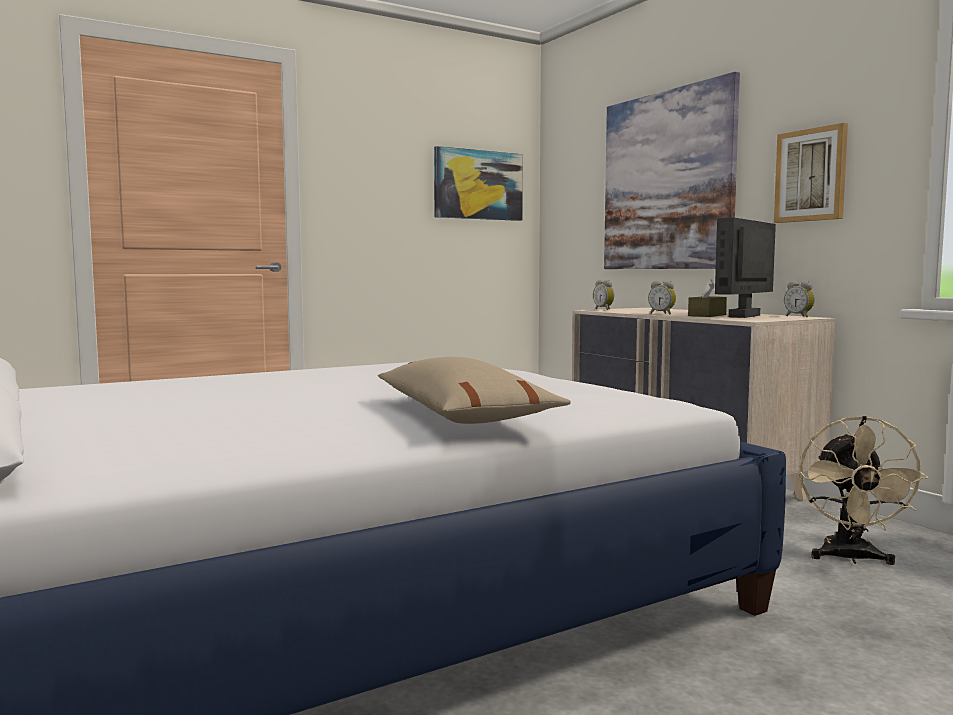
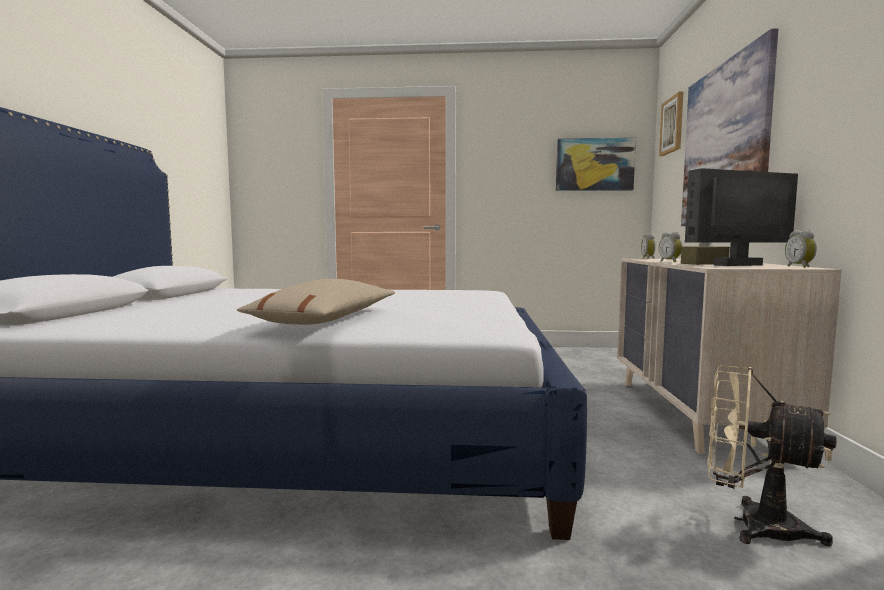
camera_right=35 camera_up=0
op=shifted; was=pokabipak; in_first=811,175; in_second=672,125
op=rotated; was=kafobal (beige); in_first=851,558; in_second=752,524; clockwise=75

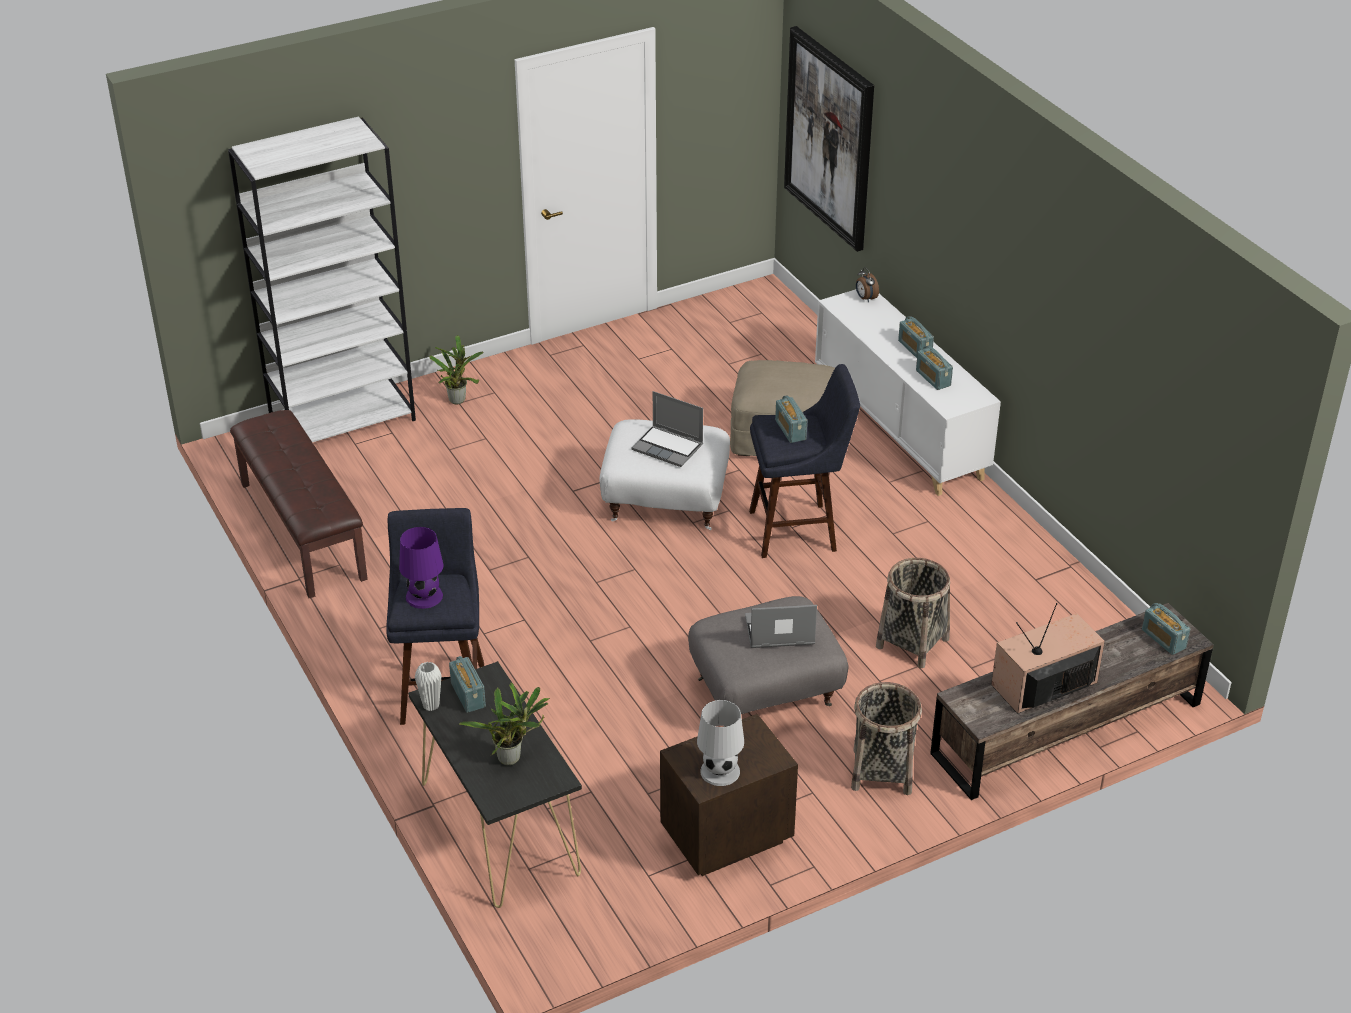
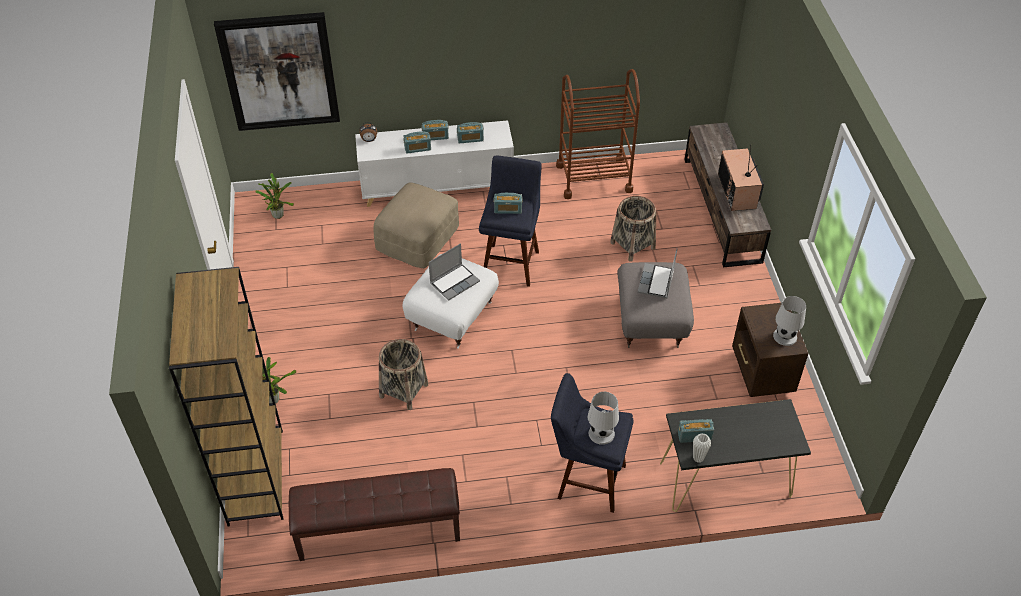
camera_right=-70 camera_up=10
op=repainted; was=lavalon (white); now=lavalon (brown); in_first=343,420; in_second=255,476
op=shifted; was=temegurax; in_first=512,758; in_second=278,214
op=shifted; was=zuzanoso; in_first=881,771; in_second=403,390
op=shifted; was=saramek; in_first=1163,639; in_second=417,148
op=new; now=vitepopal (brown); in_second=594,178
op=repainted; was=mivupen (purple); now=mivupen (white); in_first=424,596; in_second=601,433

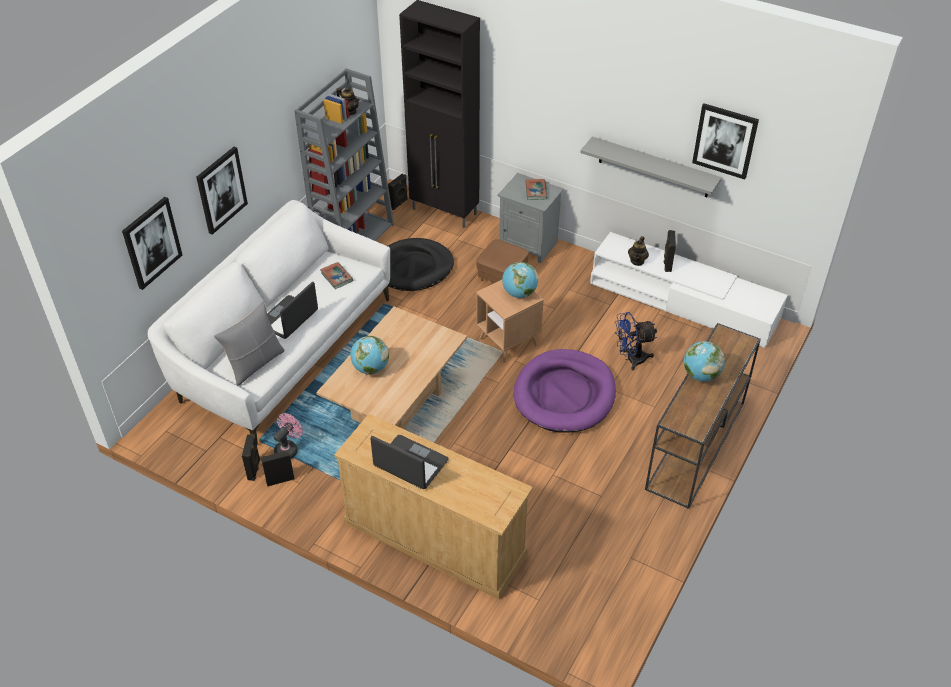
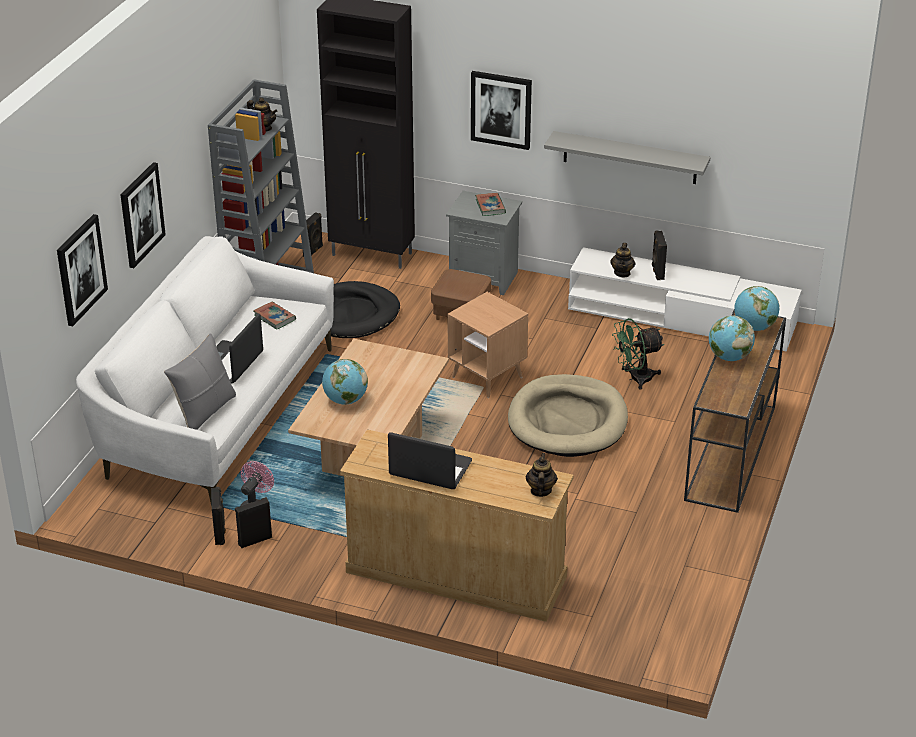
camera_right=-10 camera_up=-10
op=shifted; was=pokabipak; in_first=725,140; in_second=501,109
op=repainted; was=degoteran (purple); now=degoteran (beige); in_first=564,394; in_second=567,421
op=new; now=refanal; in_second=540,490
op=repainted; was=kafobal (blue); now=kafobal (green); in_first=631,359; in_second=635,379
op=shifted; was=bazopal; in_first=519,293; in_second=754,327

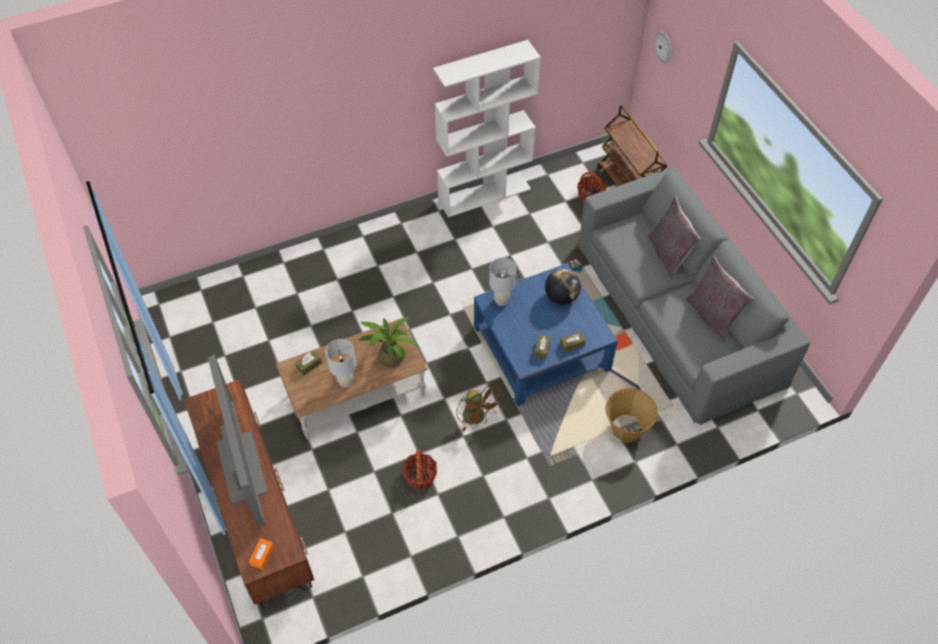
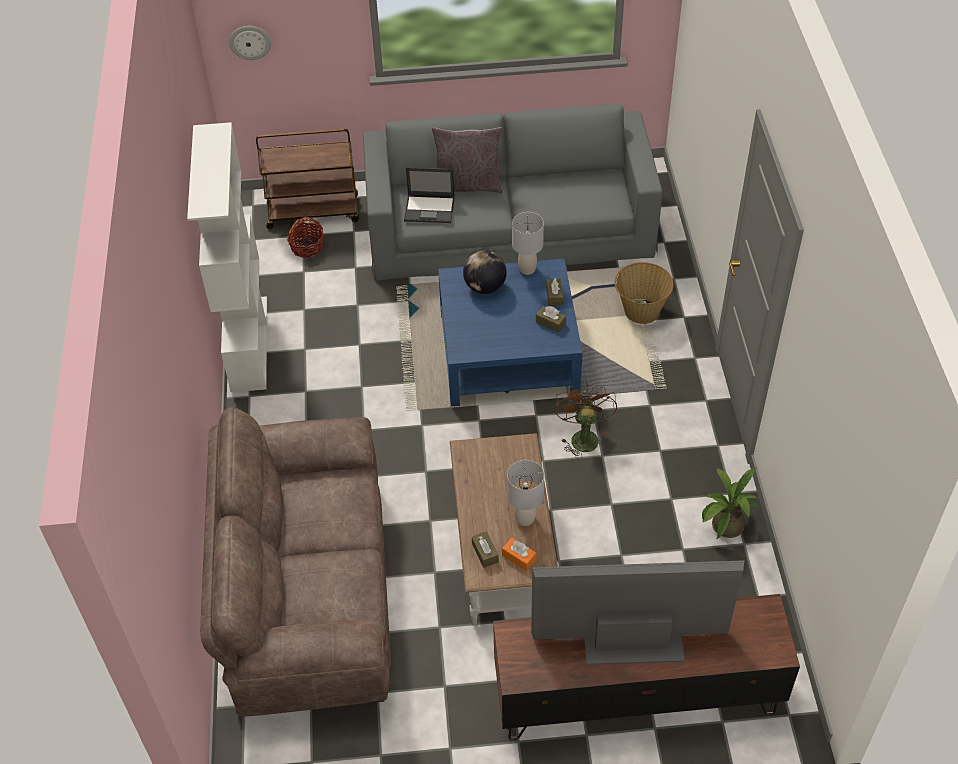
camera_right=-70 camera_up=-5
op=new; now=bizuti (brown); in_second=308,593
op=new; now=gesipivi; in_second=430,209
op=shifted; was=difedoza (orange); in_first=262,556; in_second=519,557
op=shifted; was=mivupen (grey); in_first=501,300; in_second=527,269
op=rotated; was=kafobal (brown); in_first=477,418; in_second=583,436; clockwise=-75
op=shifted; was=temegurax; in_first=389,356; in_second=723,527
op=gone; was=zuzanoso; in_first=420,475
op=gone; was=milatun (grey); in_first=712,315

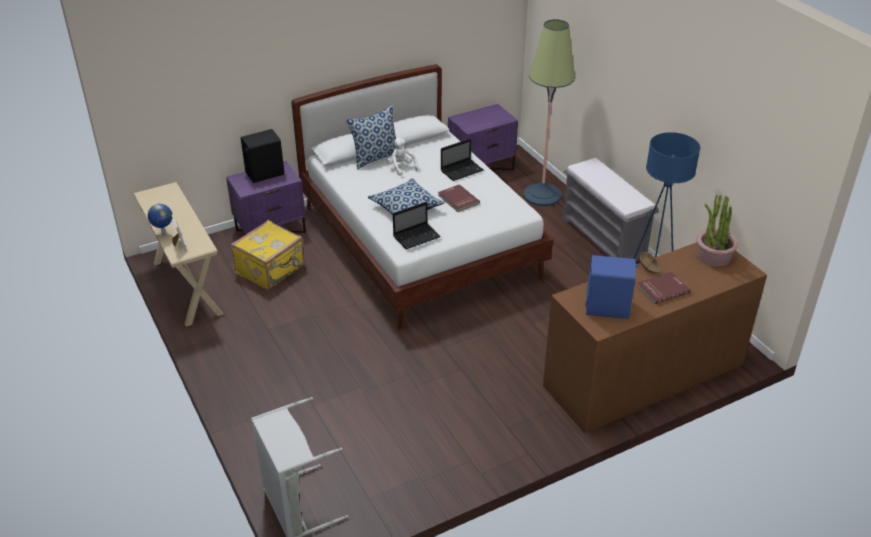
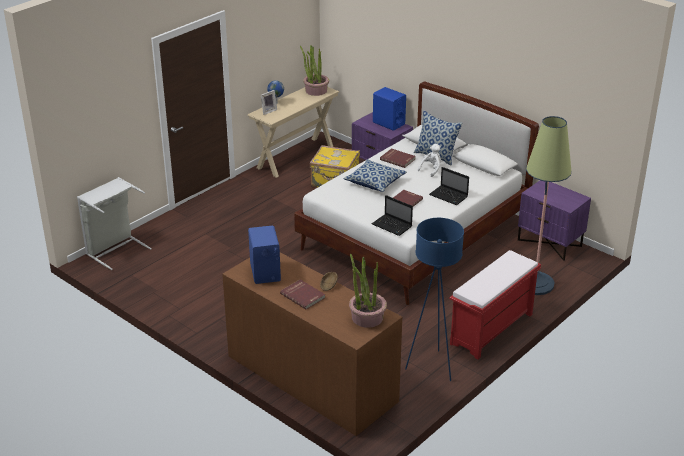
camera_right=70 camera_up=-5
op=new; now=temegurax; in_second=316,91
op=shifted; was=gesipivi; in_first=417,236; in_second=392,226
op=repainted; was=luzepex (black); now=luzepex (blue); in_first=264,173; in_second=388,123
op=new; now=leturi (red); in_second=398,159
op=repainted; was=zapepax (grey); now=zapepax (red); in_first=604,239; in_second=491,330

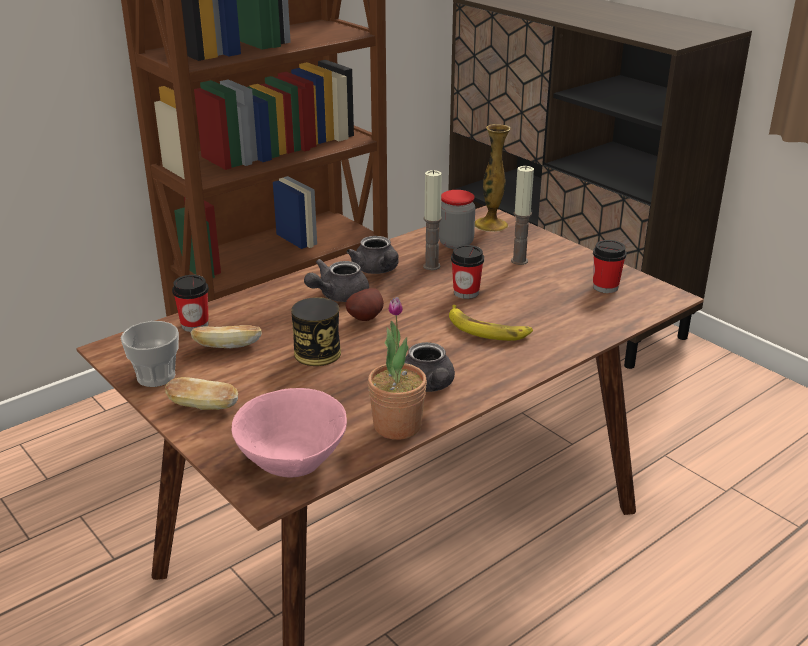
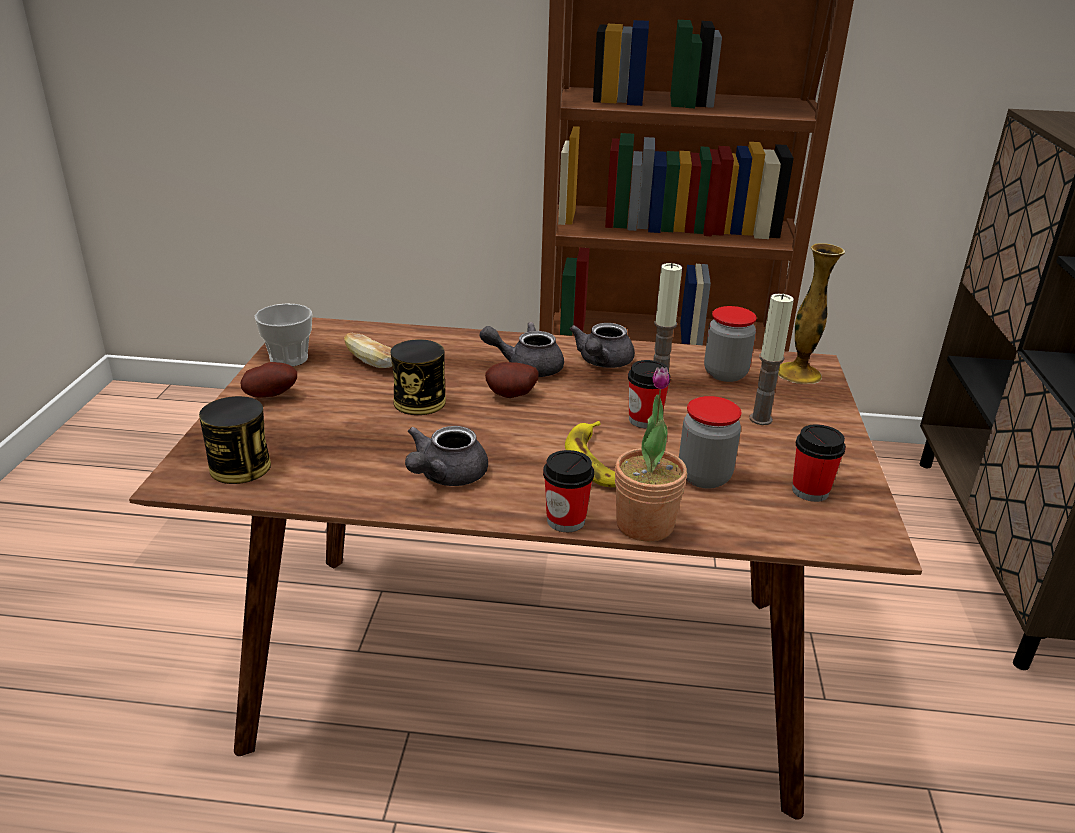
camera_right=45 camera_up=0
op=swapped; was=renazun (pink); now=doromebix; in_first=290,460; in_second=240,467
op=swapped; was=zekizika; now=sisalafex; in_first=203,406; in_second=271,395
op=shifted; was=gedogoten; in_first=195,325; in_second=566,520
op=shifted; was=temegurax; in_first=397,426; in_second=644,525
op=new; now=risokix; in_second=704,477

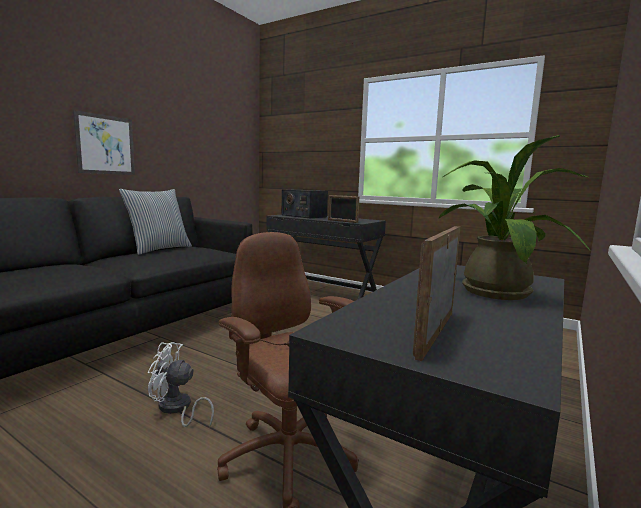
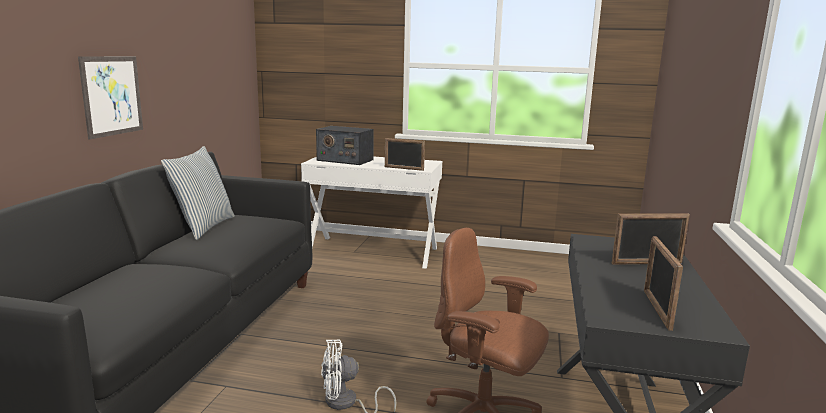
camera_right=-20 camera_up=5
op=repainted; was=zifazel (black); now=zifazel (white); in_first=323,295; in_second=373,251
op=swapped; was=temegurax; now=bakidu; in_first=493,290; in_second=647,263

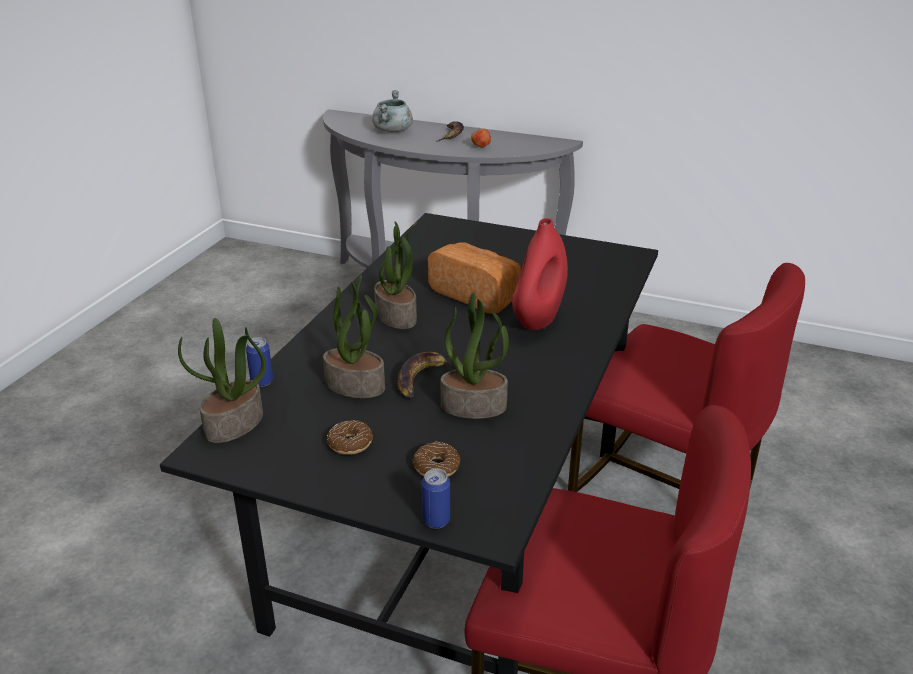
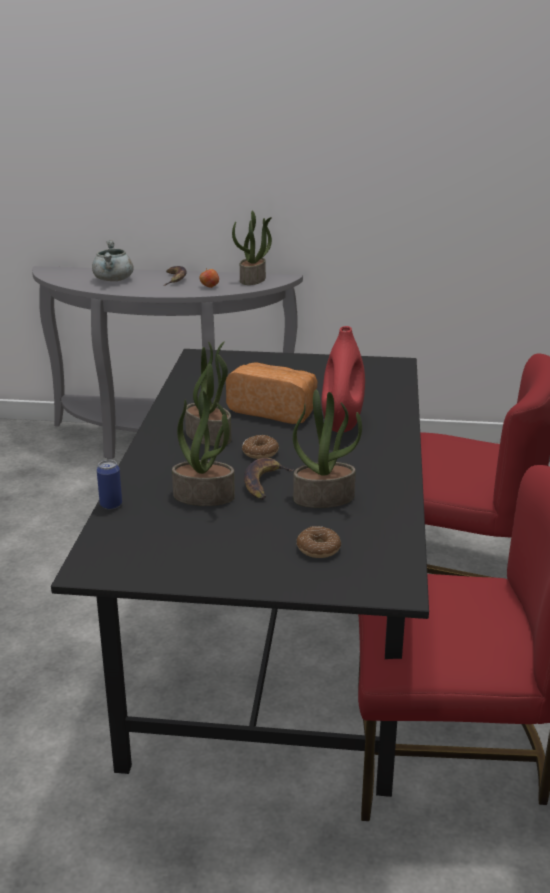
camera_right=-15 camera_up=-5
op=shifted; was=temegurax; in_first=234,425; in_second=253,280
op=shifted; was=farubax; in_first=350,444; in_second=260,453
op=gone; was=doromebix; in_first=436,520

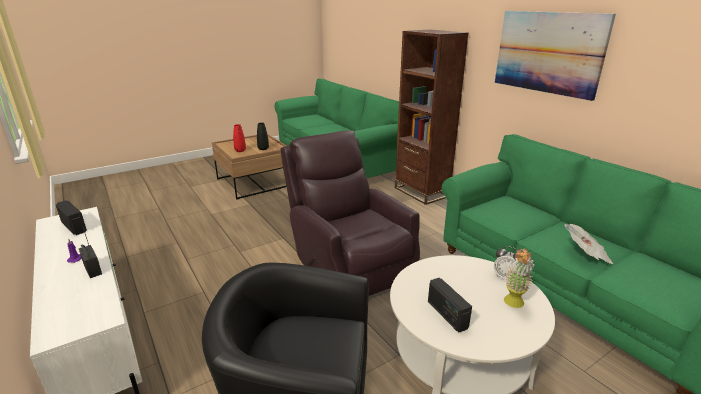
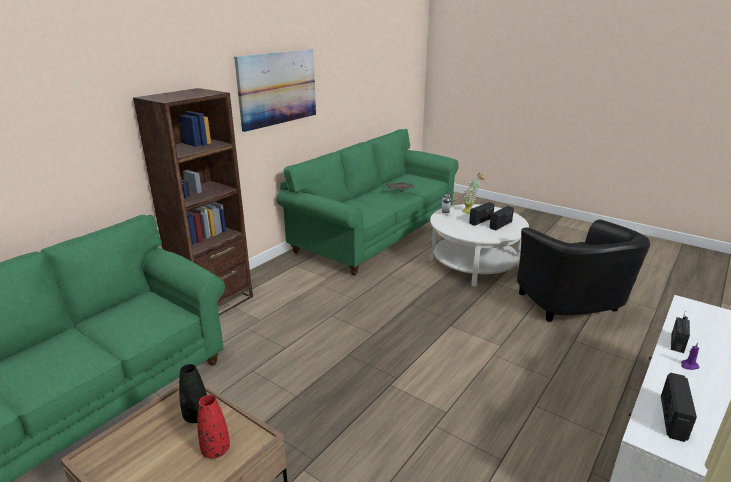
camera_right=-110 camera_up=0
op=new; now=saramek; in_second=481,221
op=gone; was=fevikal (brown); in_first=348,263

